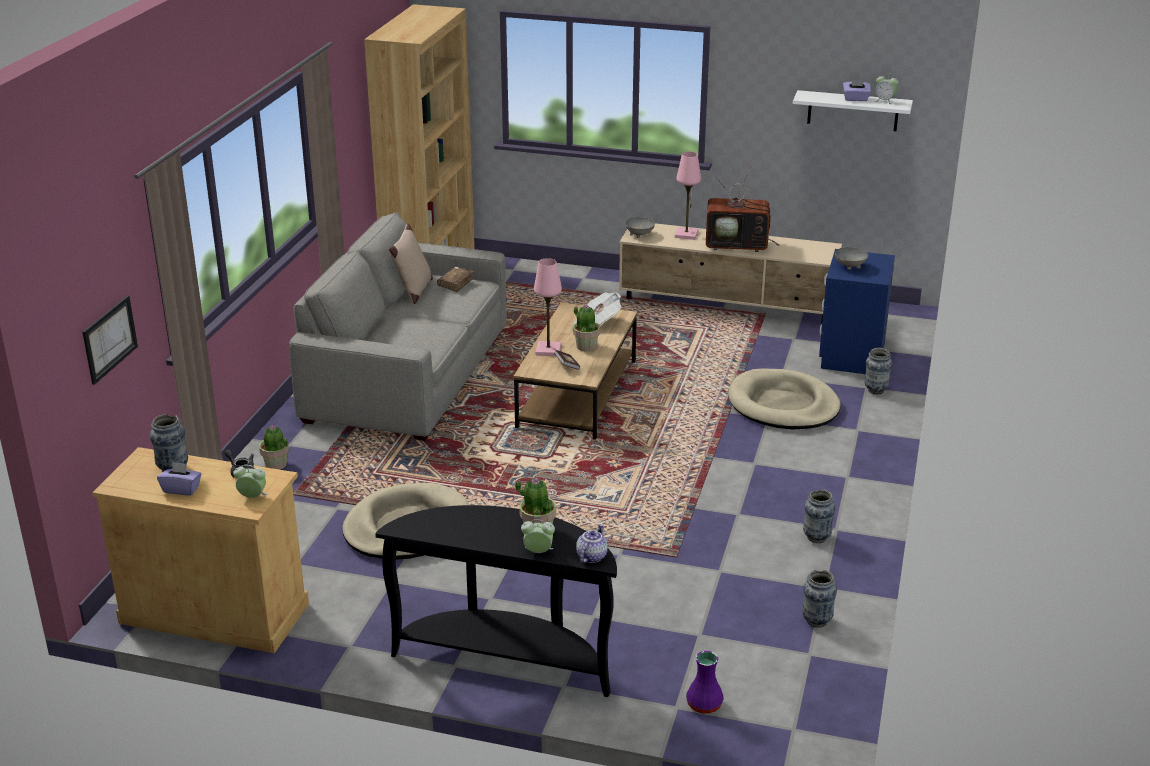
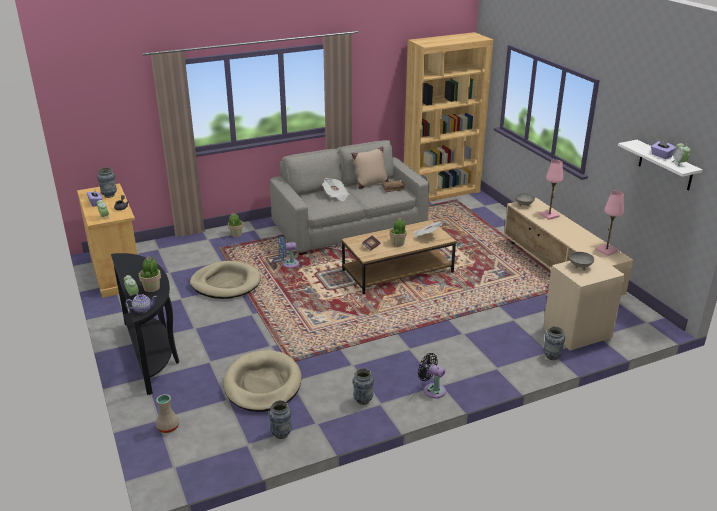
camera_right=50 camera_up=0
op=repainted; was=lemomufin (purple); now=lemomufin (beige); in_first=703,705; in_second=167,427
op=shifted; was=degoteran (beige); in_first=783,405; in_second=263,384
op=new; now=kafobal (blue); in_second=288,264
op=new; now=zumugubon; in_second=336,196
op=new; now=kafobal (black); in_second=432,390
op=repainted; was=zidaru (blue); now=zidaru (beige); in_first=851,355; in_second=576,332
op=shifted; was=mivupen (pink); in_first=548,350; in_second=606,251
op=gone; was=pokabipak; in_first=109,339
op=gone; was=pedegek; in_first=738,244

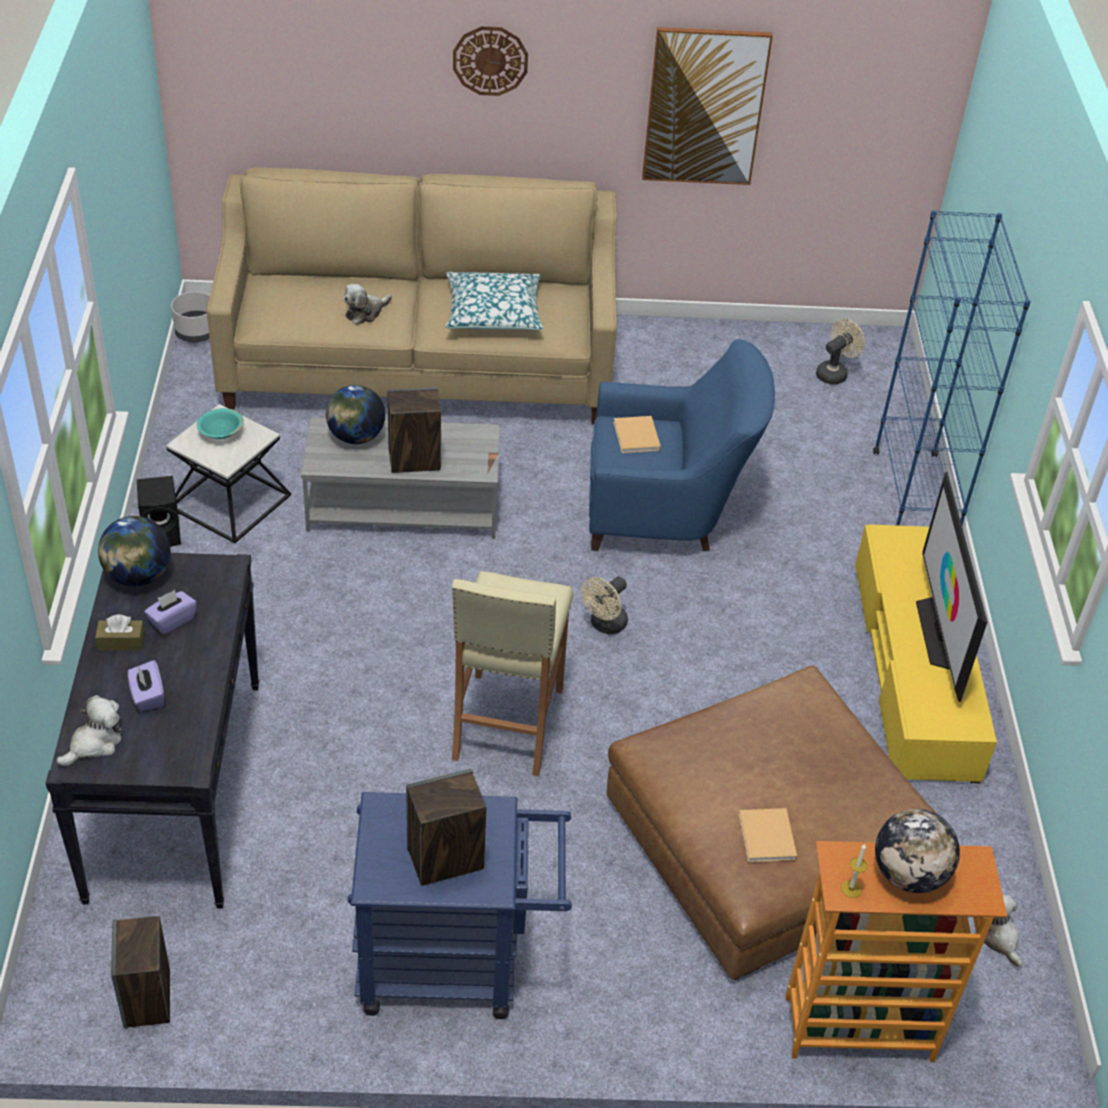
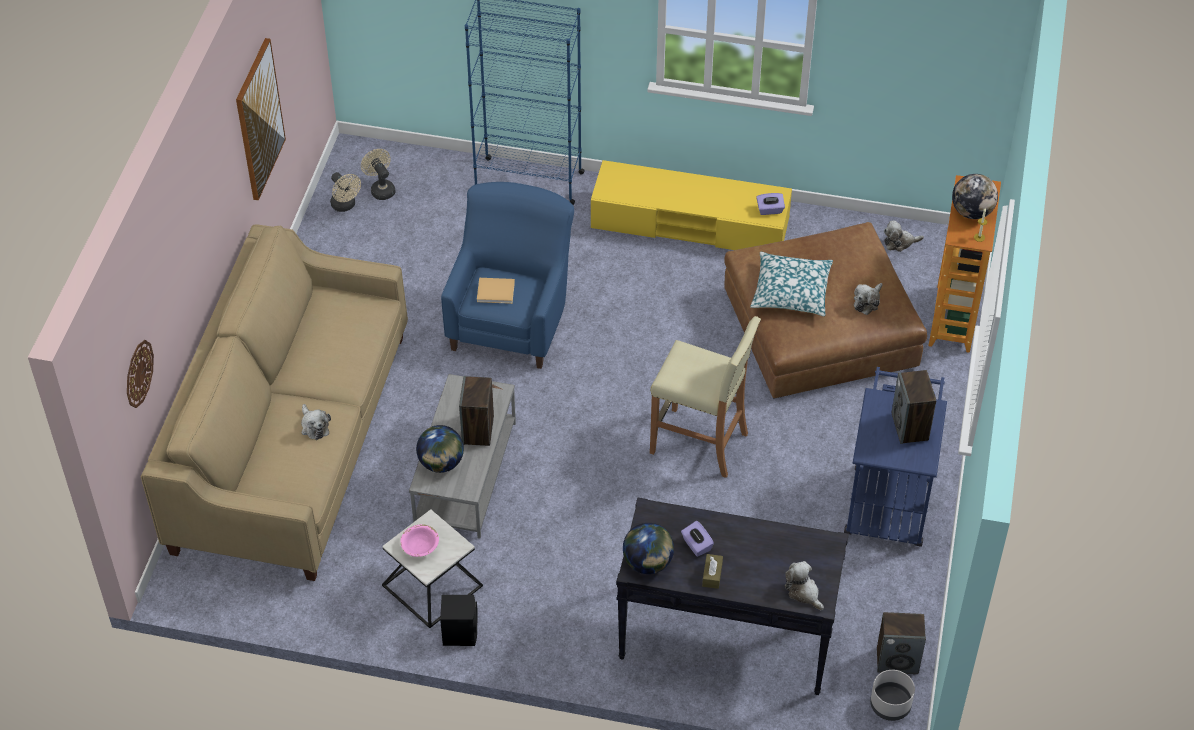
camera_right=-75 camera_up=5
op=shifted; was=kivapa; in_first=490,60; in_second=138,373
op=shifted; was=kafobal (beige); in_first=605,625; in_second=345,206
op=repainted; was=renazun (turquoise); now=renazun (pink); in_first=221,433; in_second=420,547
op=shifted; was=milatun; in_first=493,312; in_second=791,291
op=shifted; was=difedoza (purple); in_first=147,696; in_second=770,210
op=swapped; was=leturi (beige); now=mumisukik; in_first=767,838; in_second=867,302
op=shifted; was=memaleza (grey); in_first=195,332; in_second=890,705
op=gone; was=pedegek; in_first=940,633

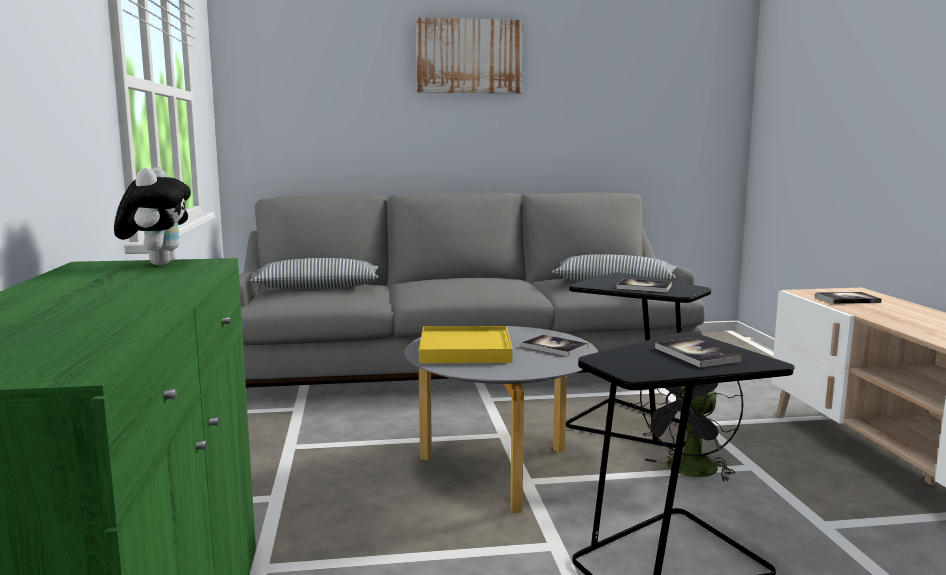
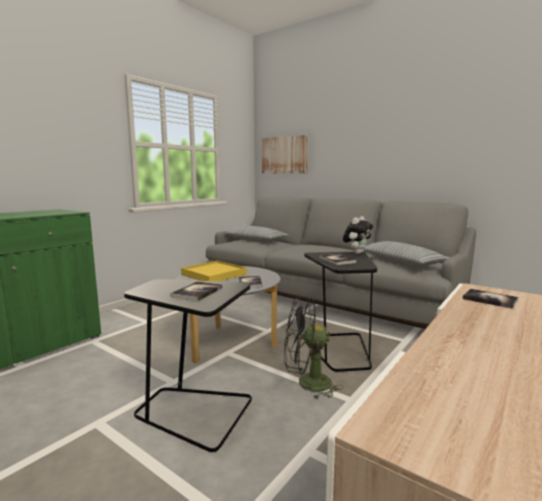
camera_right=45 camera_up=0
op=shifted; was=pokabipak; in_first=469,56; in_second=284,155
op=shifted; was=mumisukik; in_first=158,263; in_second=357,253

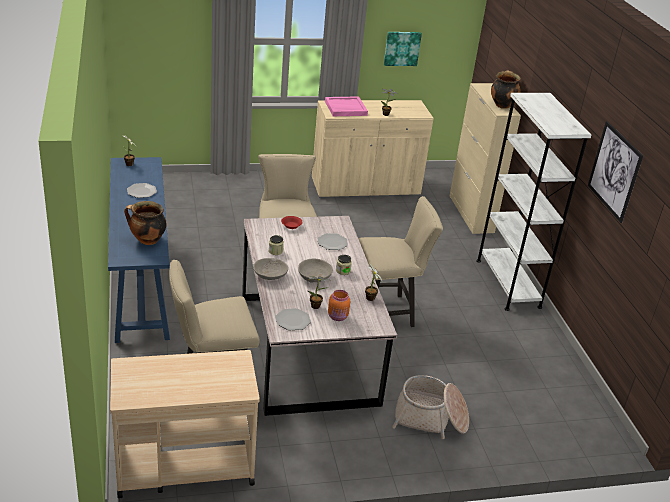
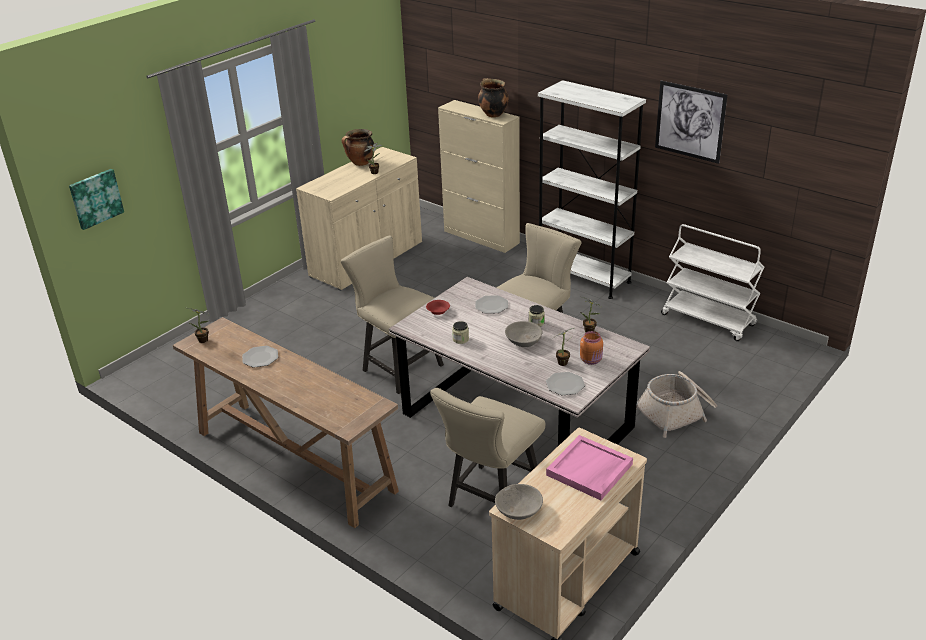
camera_right=-35 camera_up=0
op=shifted; was=pokabipak; in_first=402,48; in_second=95,198
op=repainted; was=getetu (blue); now=getetu (brown); in_first=140,282; in_second=293,460
op=shifted; was=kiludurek; in_first=147,240; in_second=360,163
op=shifted; was=renazun (grey); in_first=270,275; in_second=519,510
op=shifted; was=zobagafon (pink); in_first=345,108; in_second=589,470
op=new; now=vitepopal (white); in_second=709,320

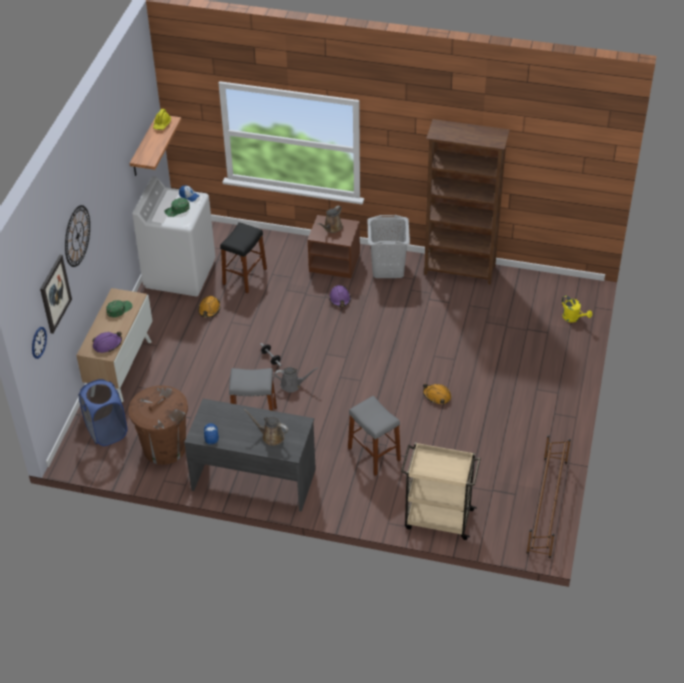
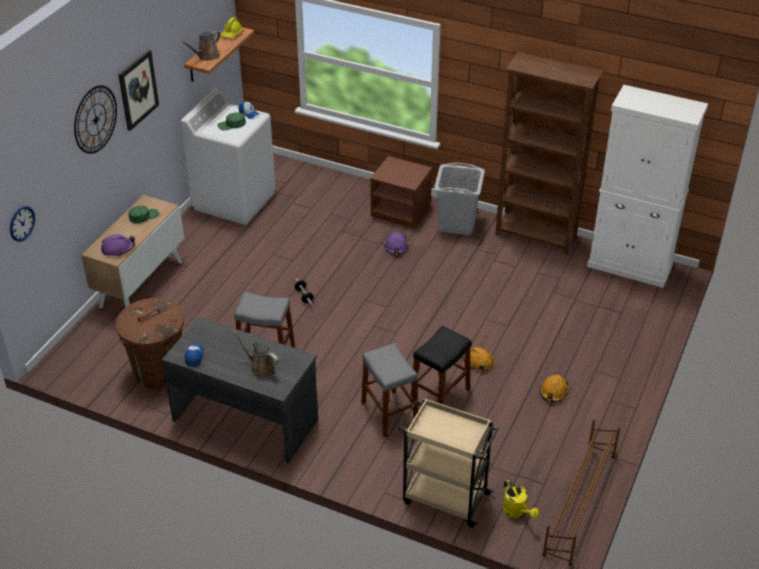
camera_right=10 camera_up=-5
op=shifted; was=pokabipak; in_first=55,294; in_second=138,90
op=shifted; was=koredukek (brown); in_first=331,228; in_second=206,56
op=shifted; was=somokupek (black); in_first=245,276; in_second=440,395
op=shifted; was=koredukek (yellow); in_first=573,318; in_second=517,512
op=shifted; was=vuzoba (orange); in_first=209,310; in_second=553,392
op=new; now=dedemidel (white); in_second=630,266
op=gone; was=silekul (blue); in_first=106,431
op=gone; was=koredukek (grey); in_first=292,385

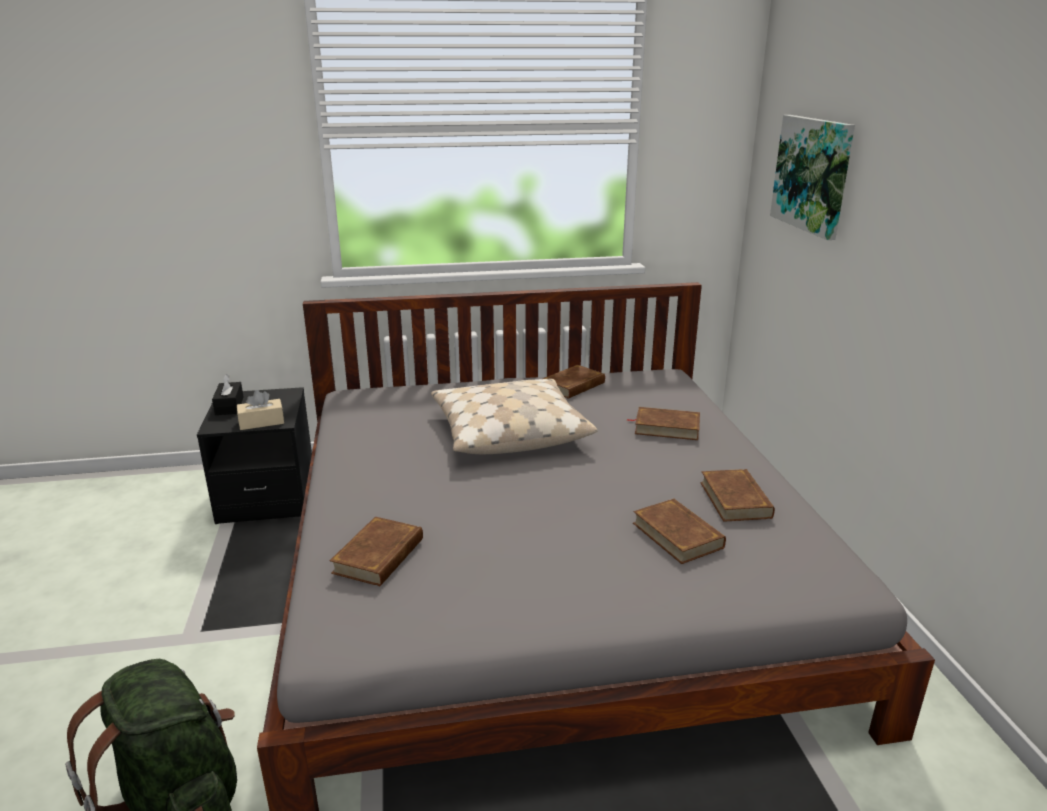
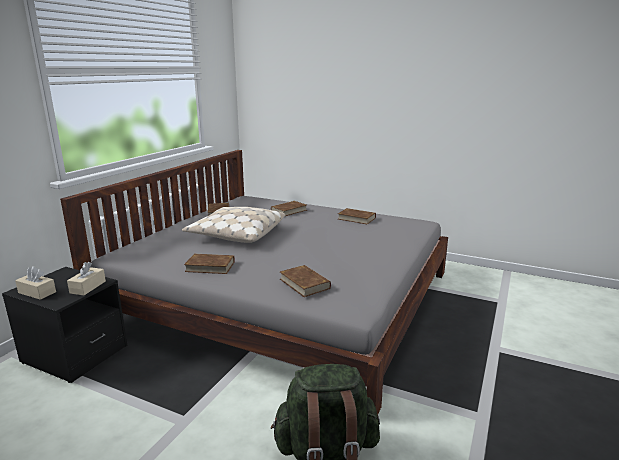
camera_right=-55 camera_up=-5
op=repainted; was=difedoza (black); now=difedoza (beige); in_first=229,406; in_second=37,292
op=shifted; was=leturi (brown); in_first=677,535; in_second=210,266
op=gone; was=pokabipak; in_first=813,174

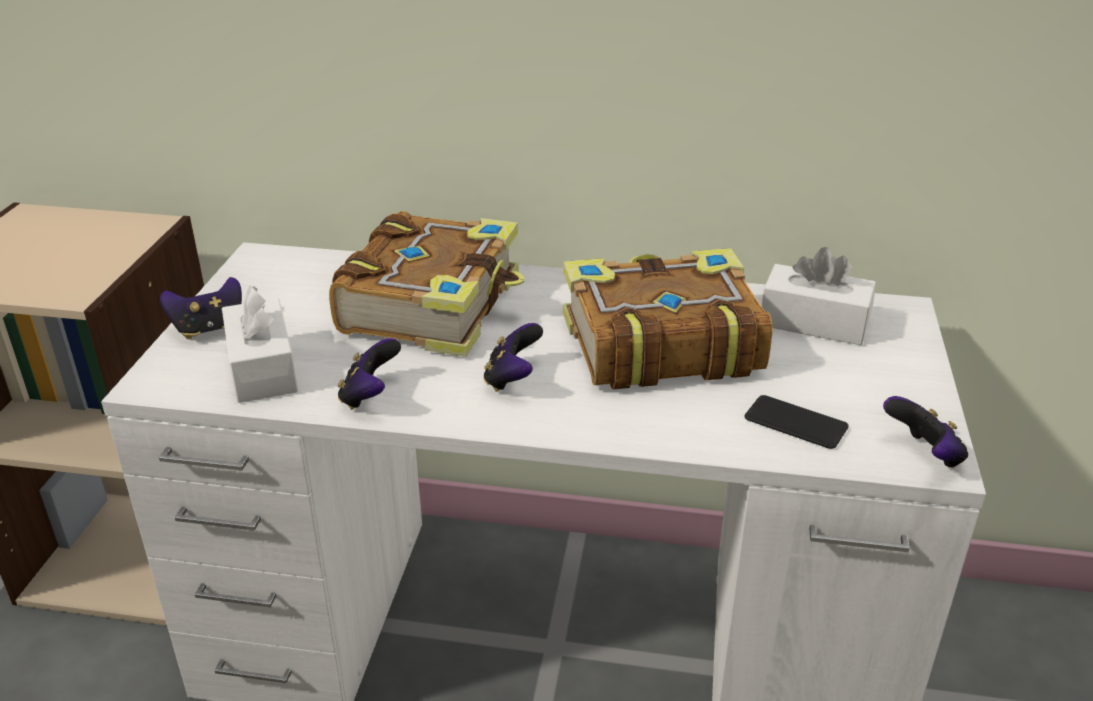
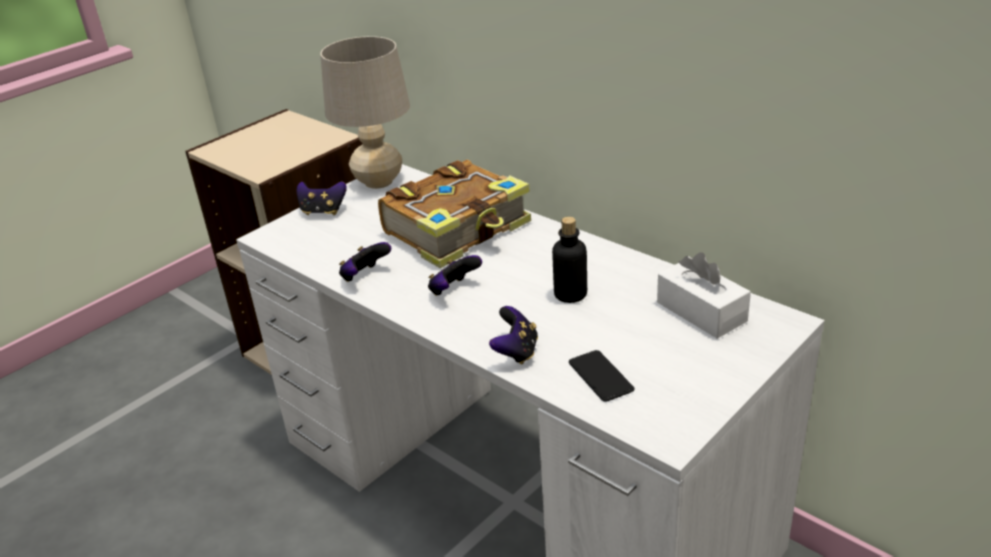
camera_right=35 camera_up=0
op=new; now=mivupen (beige); in_second=379,182
op=shifted; was=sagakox; in_first=923,455; in_second=516,352
op=swapped; was=leturi; now=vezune; in_first=658,343; in_second=570,294
op=gone; was=difedoza (white); in_first=262,368

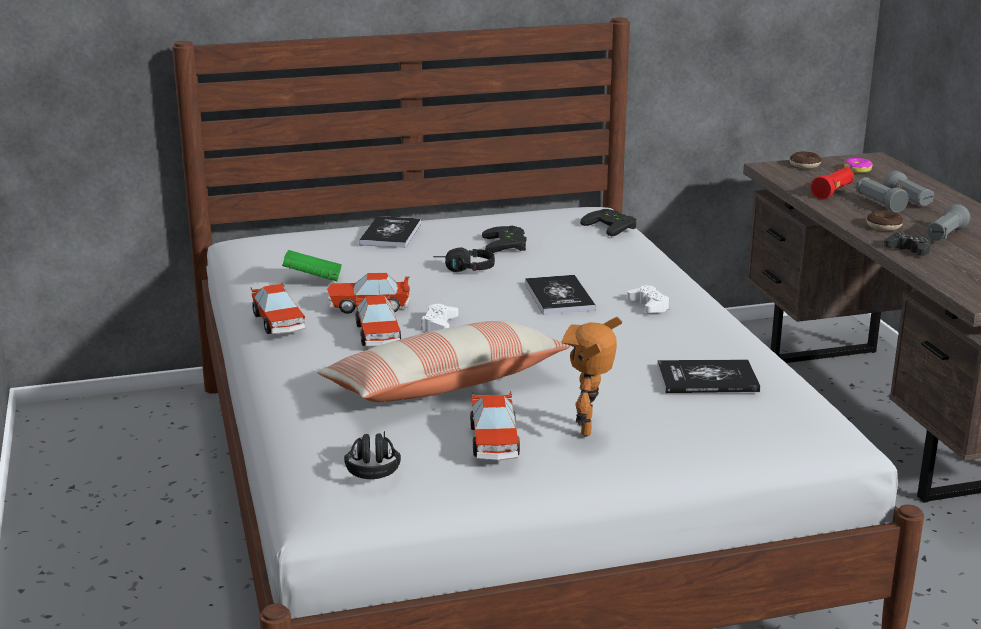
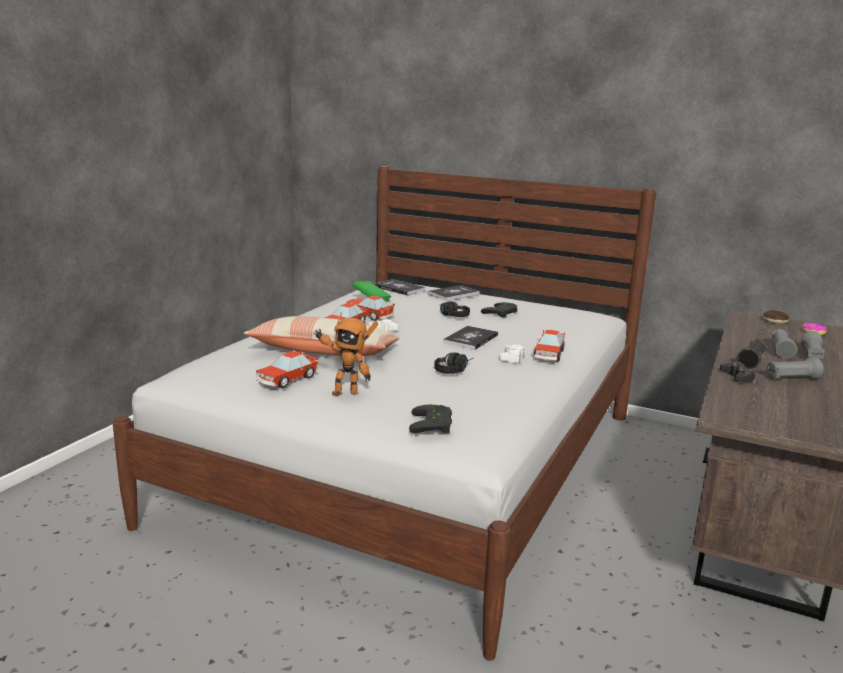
camera_right=40 camera_up=-5
op=rotated; was=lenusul; in_first=590,428; in_second=344,392; clockwise=-135
op=shifted; was=leturi; in_first=707,379; in_second=399,288
op=shifted; was=sagakox (black); in_first=612,226; in_second=434,424
op=shifted; was=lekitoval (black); in_first=373,465; in_second=454,370
op=shifted; was=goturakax; in_first=279,322; in_second=548,355
op=swapped; was=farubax; now=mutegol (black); in_first=884,226; in_second=751,362
op=gone; was=mutegol (red); in_first=832,192

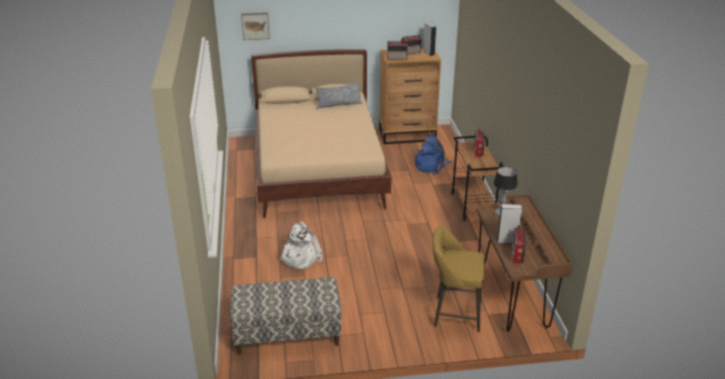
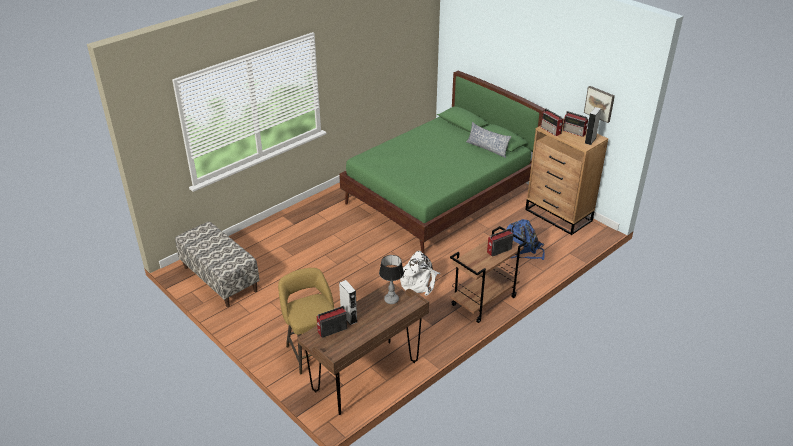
camera_right=55 camera_up=5
op=repainted; was=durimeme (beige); now=durimeme (green); in_first=318,170; in_second=440,197
op=shifted; was=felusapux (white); in_first=300,257; in_second=419,282
op=shifted; was=pokabipak; in_first=255,25; in_second=600,103

